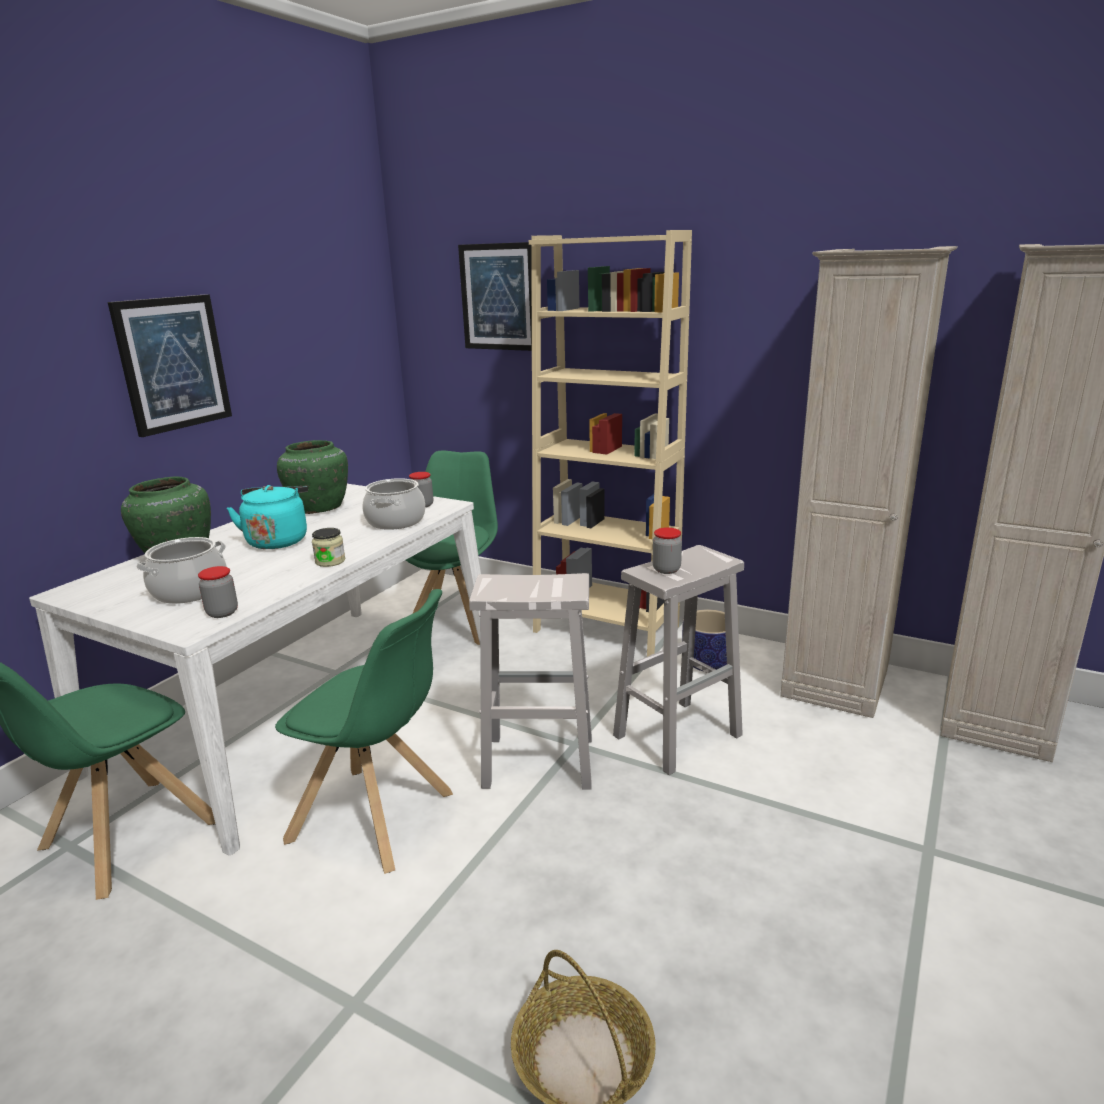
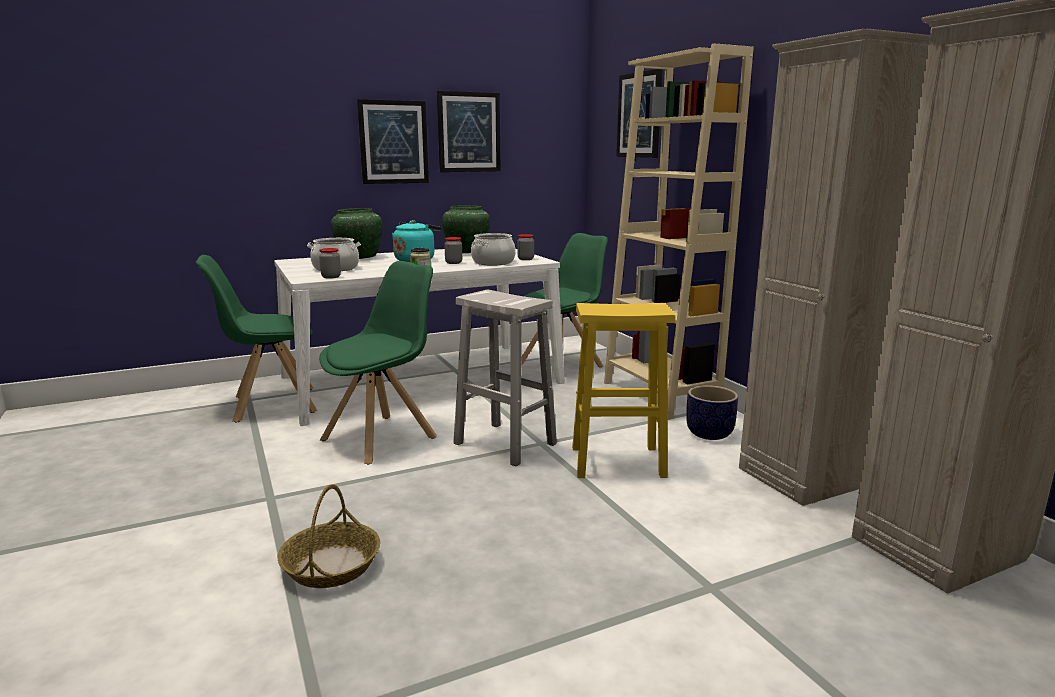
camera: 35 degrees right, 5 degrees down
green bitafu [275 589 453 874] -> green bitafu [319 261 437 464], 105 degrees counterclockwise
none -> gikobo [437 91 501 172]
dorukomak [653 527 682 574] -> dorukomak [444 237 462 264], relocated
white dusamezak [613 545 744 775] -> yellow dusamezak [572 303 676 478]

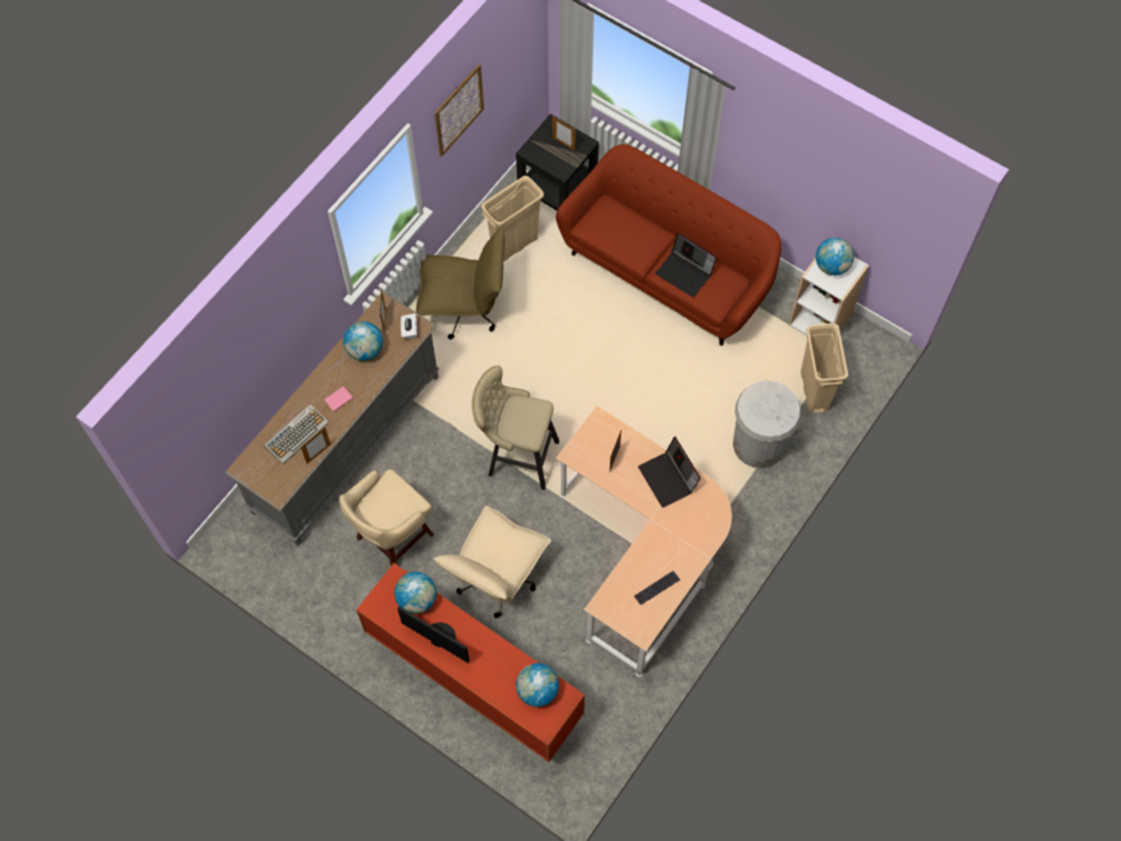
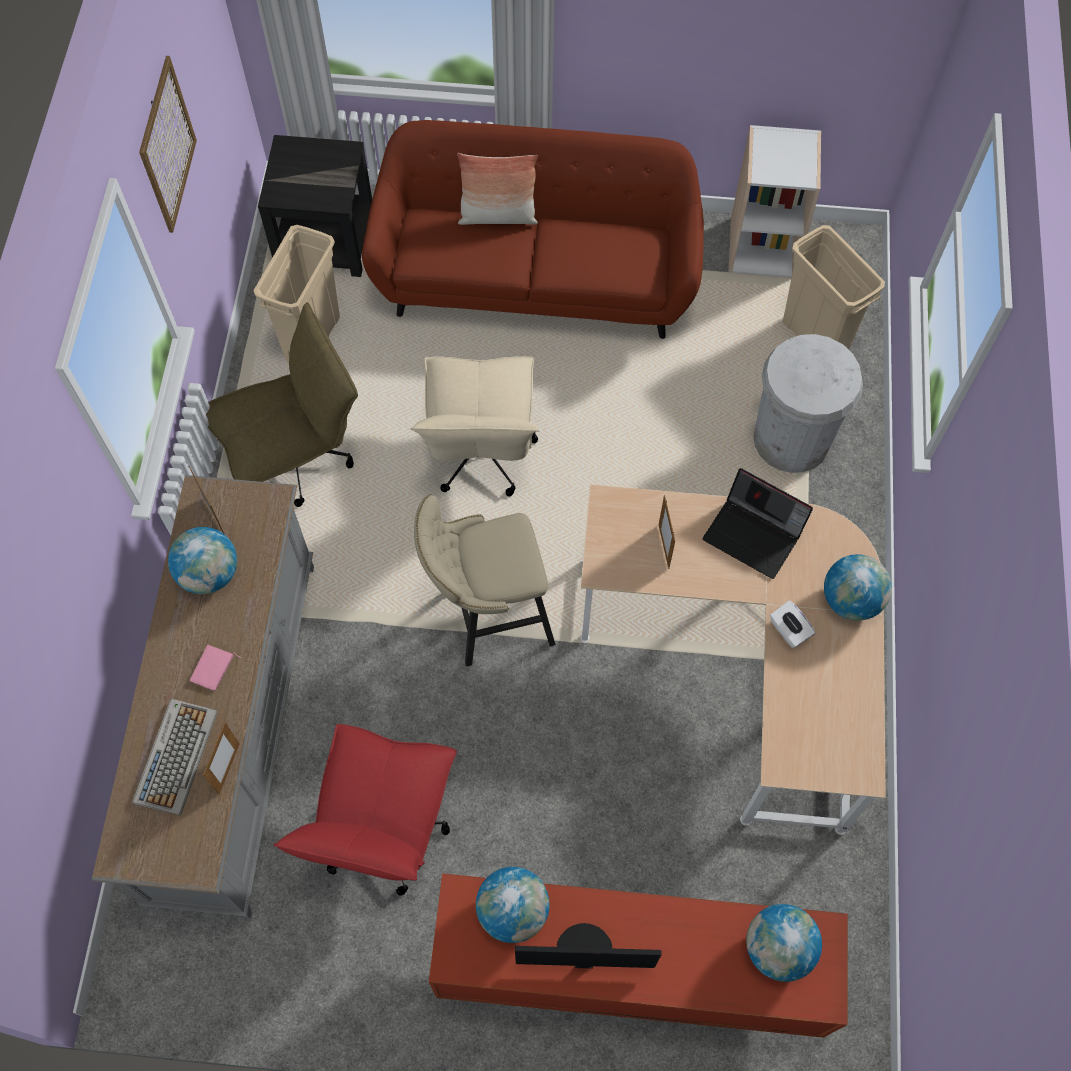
camera: 30 degrees left, 0 degrees up
beige dusamezak [339 469 434 565] -> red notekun [274 724 457 896]
beige notekun [432 506 551 618] -> beige notekun [411 356 540 496], relocated
none -> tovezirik [457 153 538 225]
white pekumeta [401 313 417 339] -> white pekumeta [770 600 816 648], relocated
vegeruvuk [816 237 854 276] -> vegeruvuk [824 554 892 621], relocated
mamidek [553 116 576 151] -> none
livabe [634 571 680 605] -> none
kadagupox [655 233 717 297] -> none

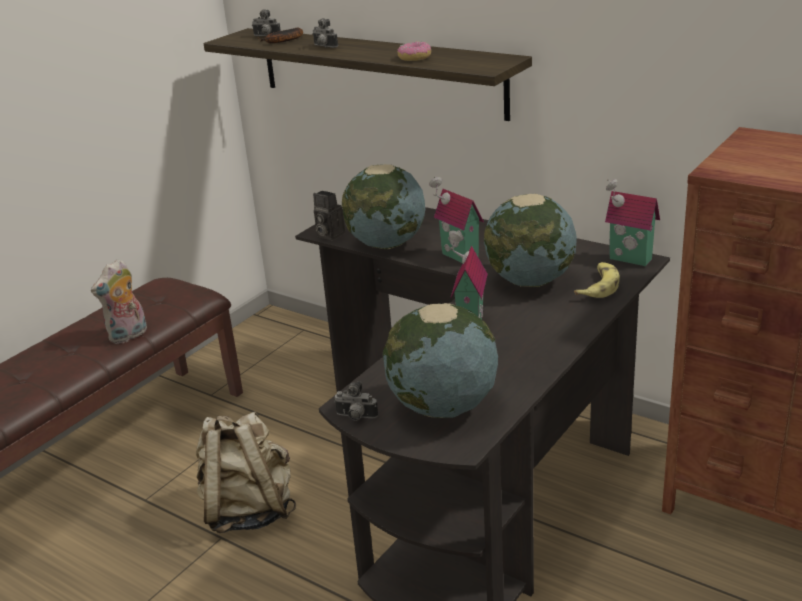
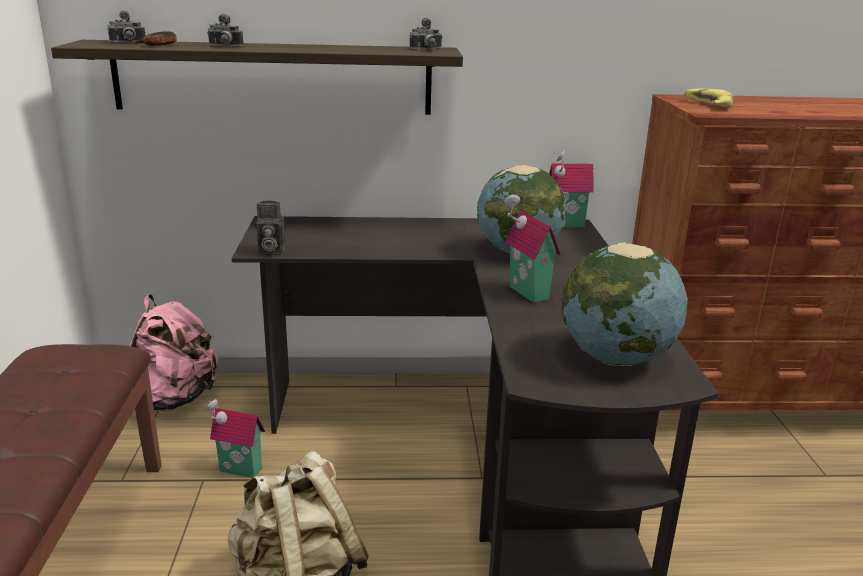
camera: 40 degrees left, 5 degrees down
none -> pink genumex [130 294 218 411]
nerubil [429 176 484 263] -> nerubil [205 399 265 478], relocated
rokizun [334 381 378 421] -> rokizun [410 18 443 50], relocated
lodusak [574 262 620 298] -> lodusak [684 89 733 107], relocated
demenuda [91 259 147 344] -> none
vegeruvuk [342 164 425 249] -> none
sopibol [397 41 431 61] -> none

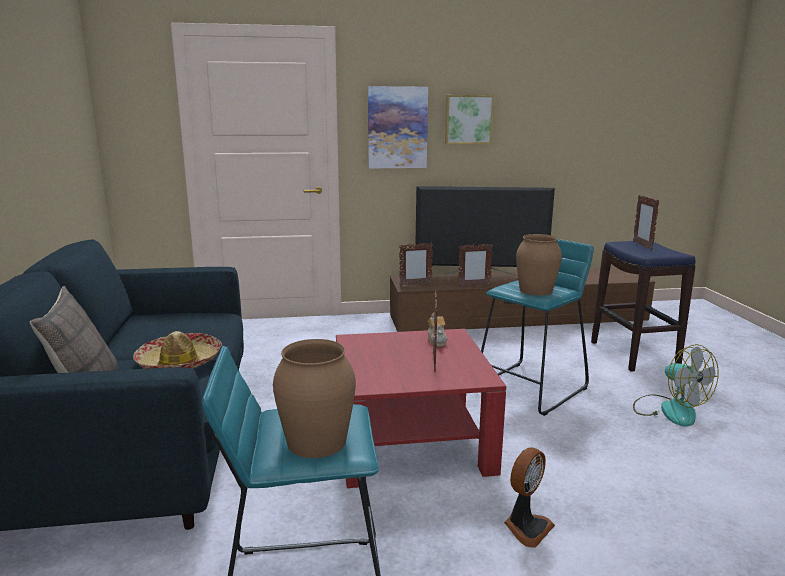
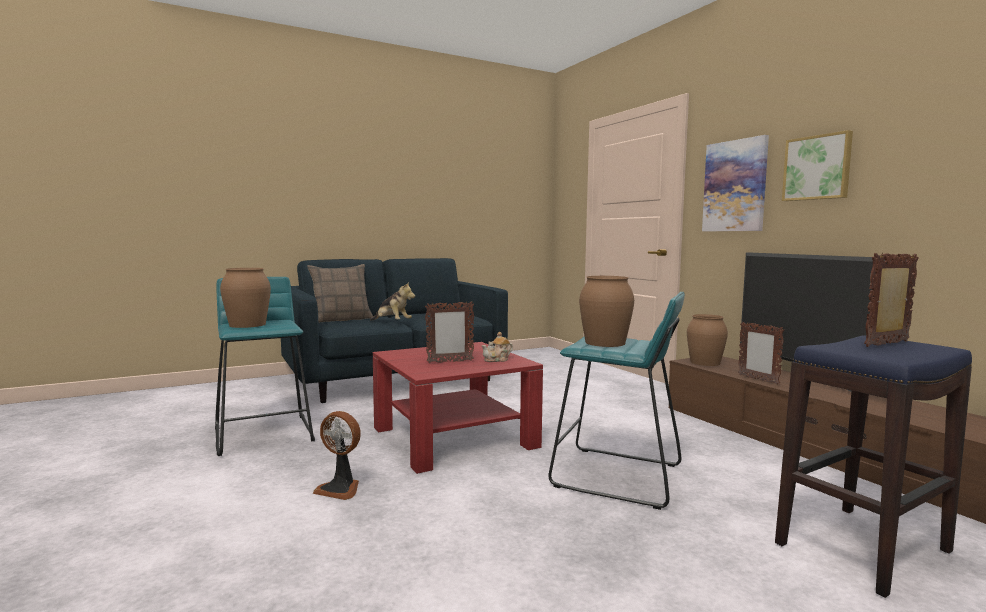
camera: 70 degrees right, 10 degrees down
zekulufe [133 331 222 369] -> demenuda [370 282 415 321]
mamidek [399 243 433 286] -> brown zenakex [687 314 728 366]
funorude [633 344 719 427] -> none

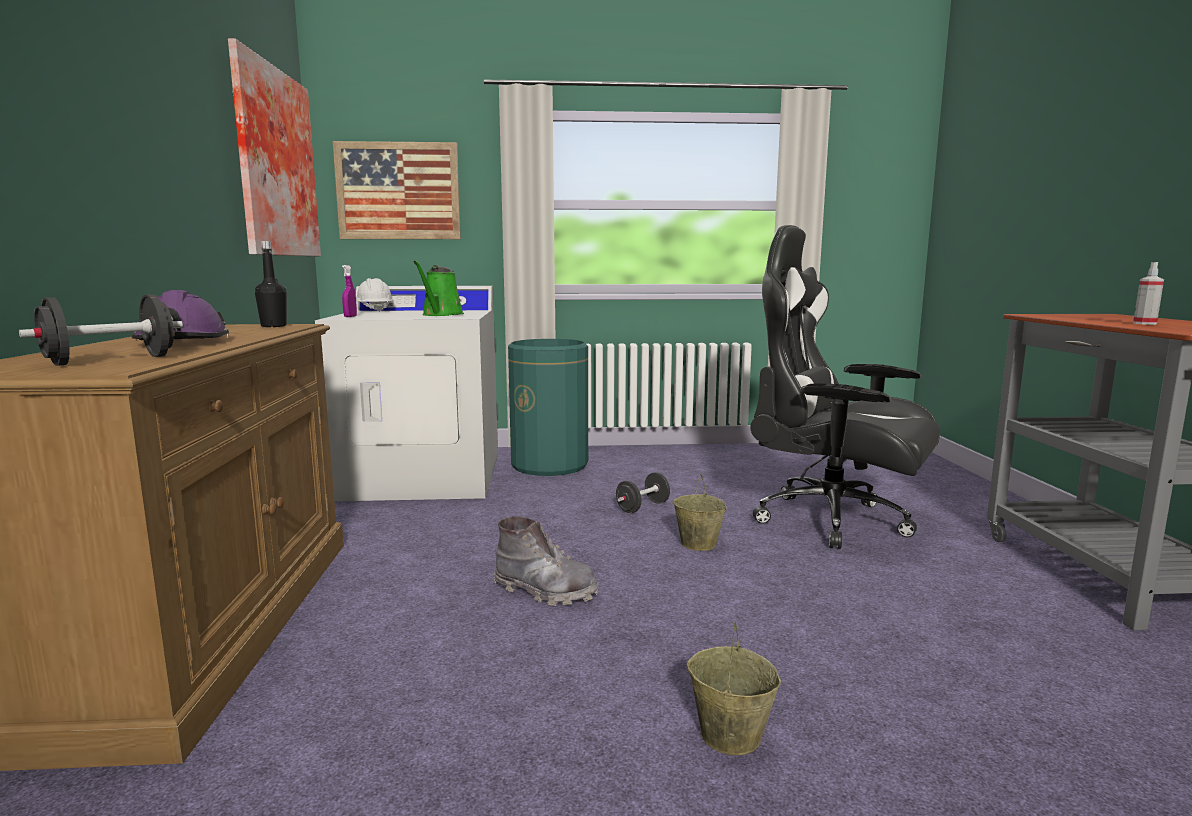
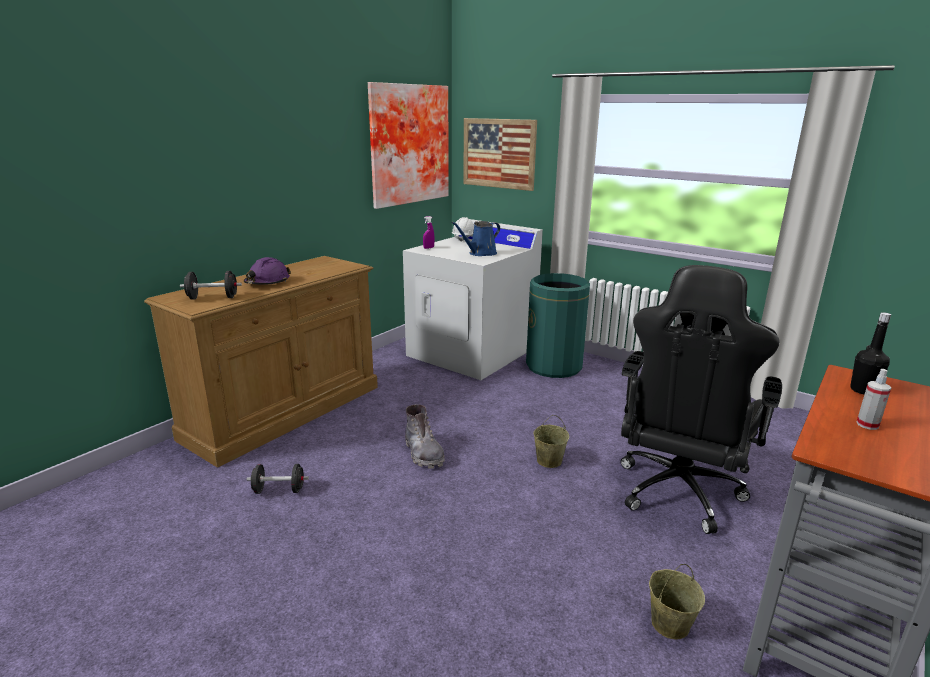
camera: 40 degrees right, 10 degrees up
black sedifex [616 472 670 513] -> black sedifex [247 464 309 494], relocated
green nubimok [413 261 464 316] -> blue nubimok [452 221 500 256]
black notekun [750 225 940 549] -> black notekun [620 265 782 534], 135 degrees counterclockwise
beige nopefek [687 622 781 755] -> beige nopefek [649 564 705 639], relocated
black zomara [255 241 287 327] -> black zomara [850 312 891 394], relocated

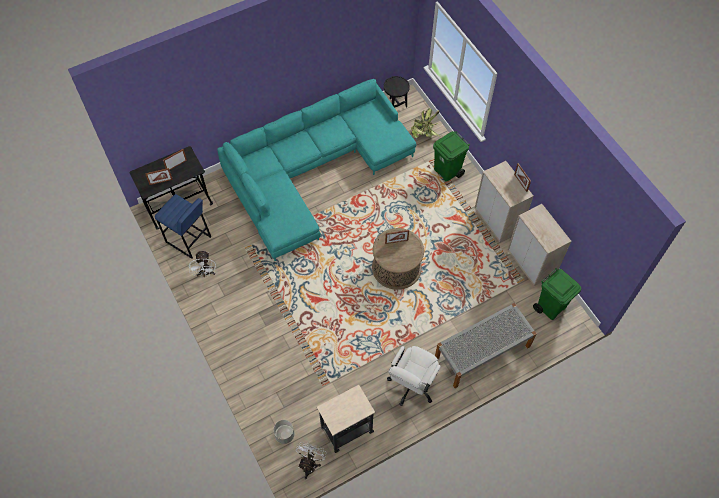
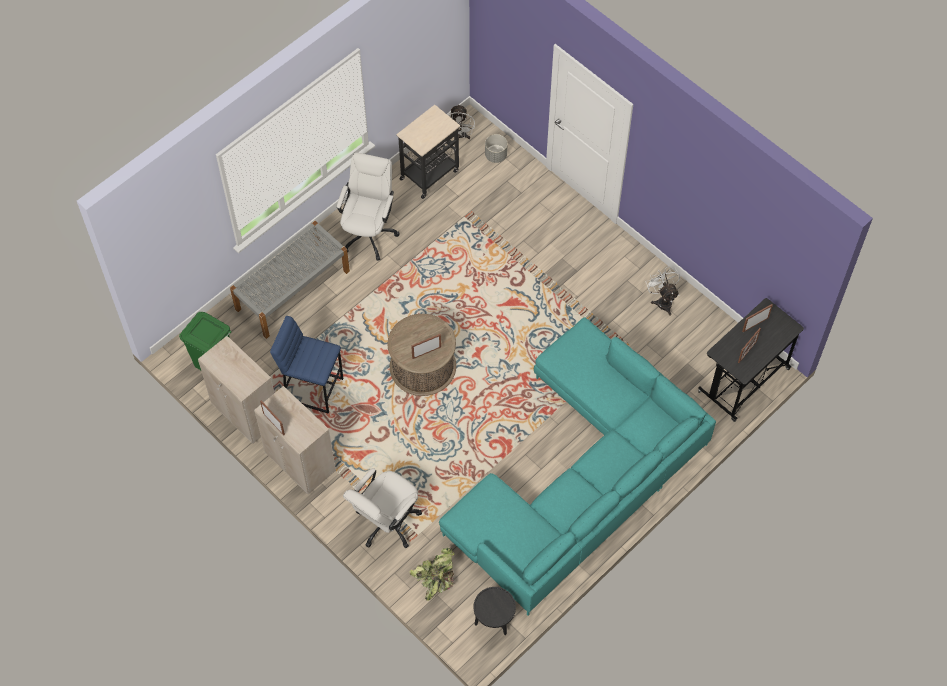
camera: 165 degrees right, 0 degrees up
blue dusamezak [155 194 211 259] -> blue dusamezak [270 316 343 414], relocated
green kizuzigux [433 131 470 182] -> white notekun [343 468 422 548]

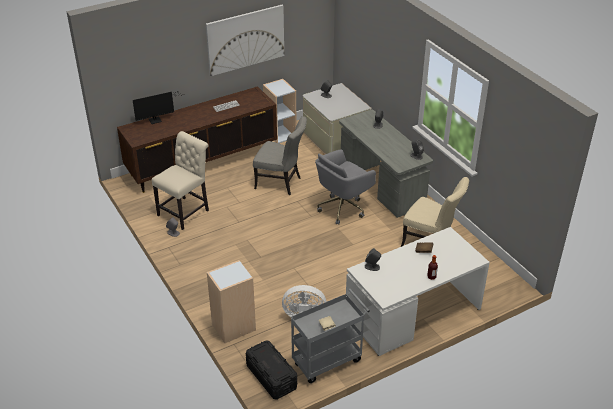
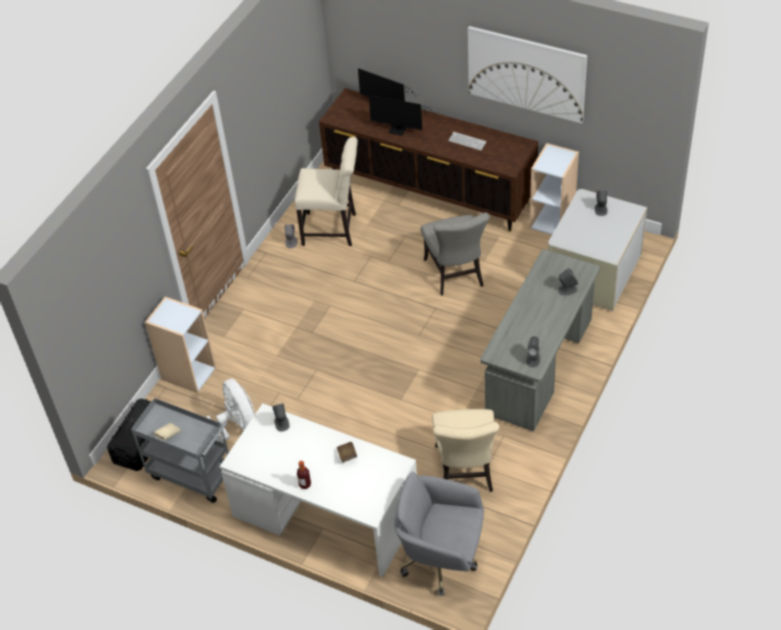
camera: 60 degrees right, 10 degrees up
none -> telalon [369 95 433 136]
grey notekun [315 149 376 225] -> grey notekun [395 472 484 596], relocated

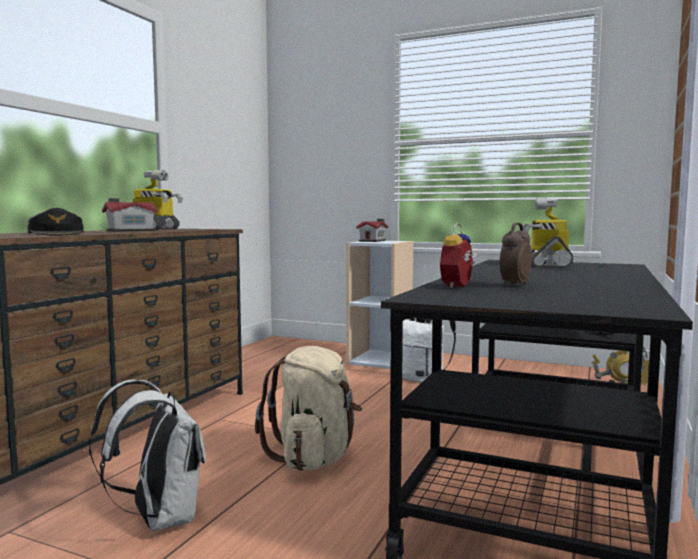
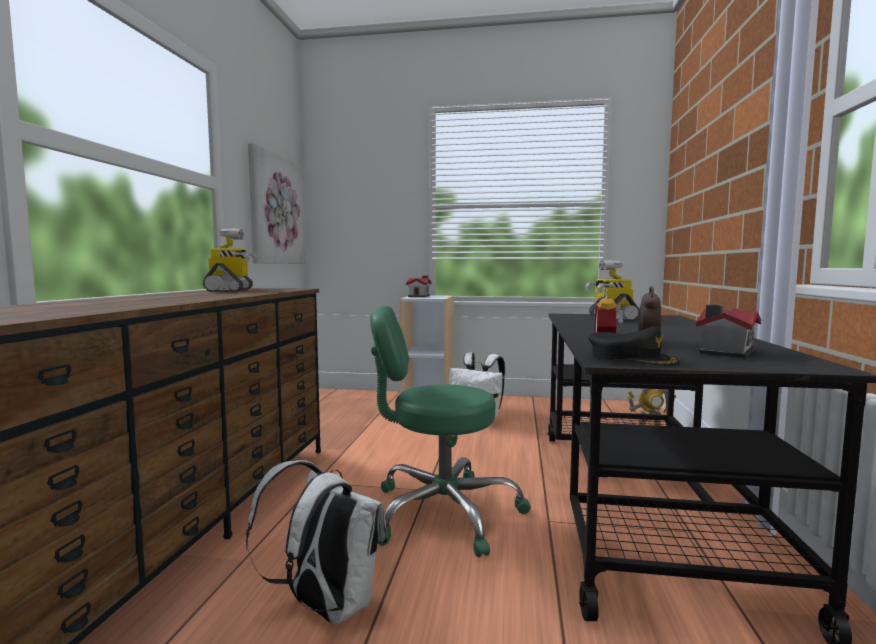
camera: 15 degrees left, 0 degrees up
none -> gikobo [248 143 306 264]
beige genumex [255 346 362 471] -> green notekun [370 306 531 557]
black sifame [27 208 84 235] -> black sifame [588 327 680 366], relocated
nerubil [102 198 158 232] -> nerubil [696 305 761 358], relocated

